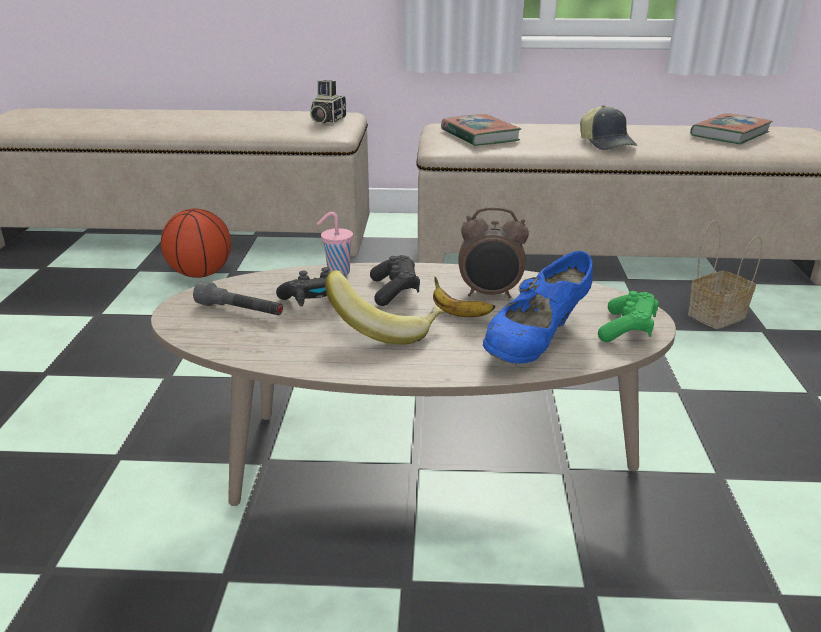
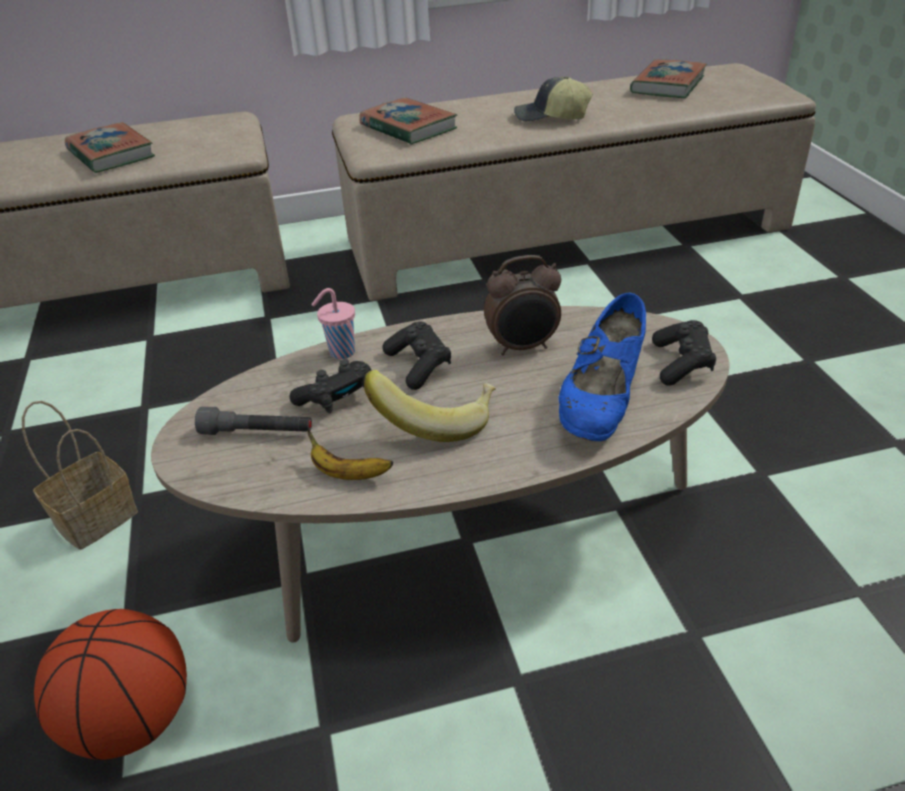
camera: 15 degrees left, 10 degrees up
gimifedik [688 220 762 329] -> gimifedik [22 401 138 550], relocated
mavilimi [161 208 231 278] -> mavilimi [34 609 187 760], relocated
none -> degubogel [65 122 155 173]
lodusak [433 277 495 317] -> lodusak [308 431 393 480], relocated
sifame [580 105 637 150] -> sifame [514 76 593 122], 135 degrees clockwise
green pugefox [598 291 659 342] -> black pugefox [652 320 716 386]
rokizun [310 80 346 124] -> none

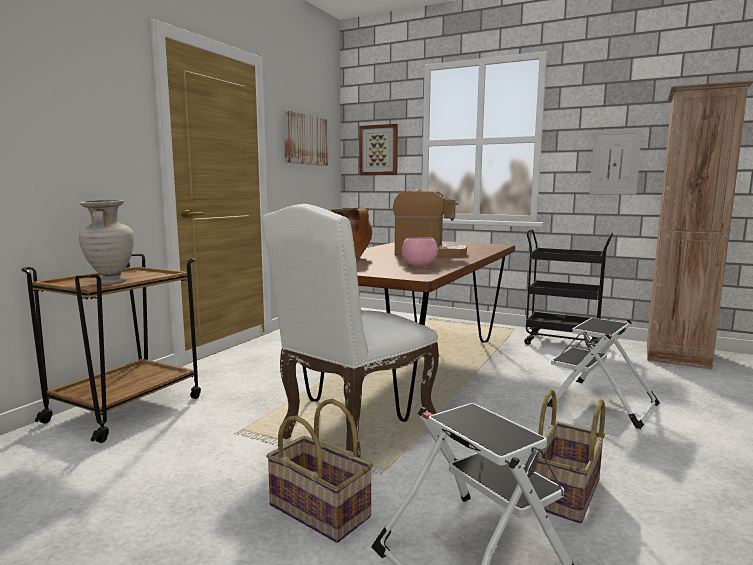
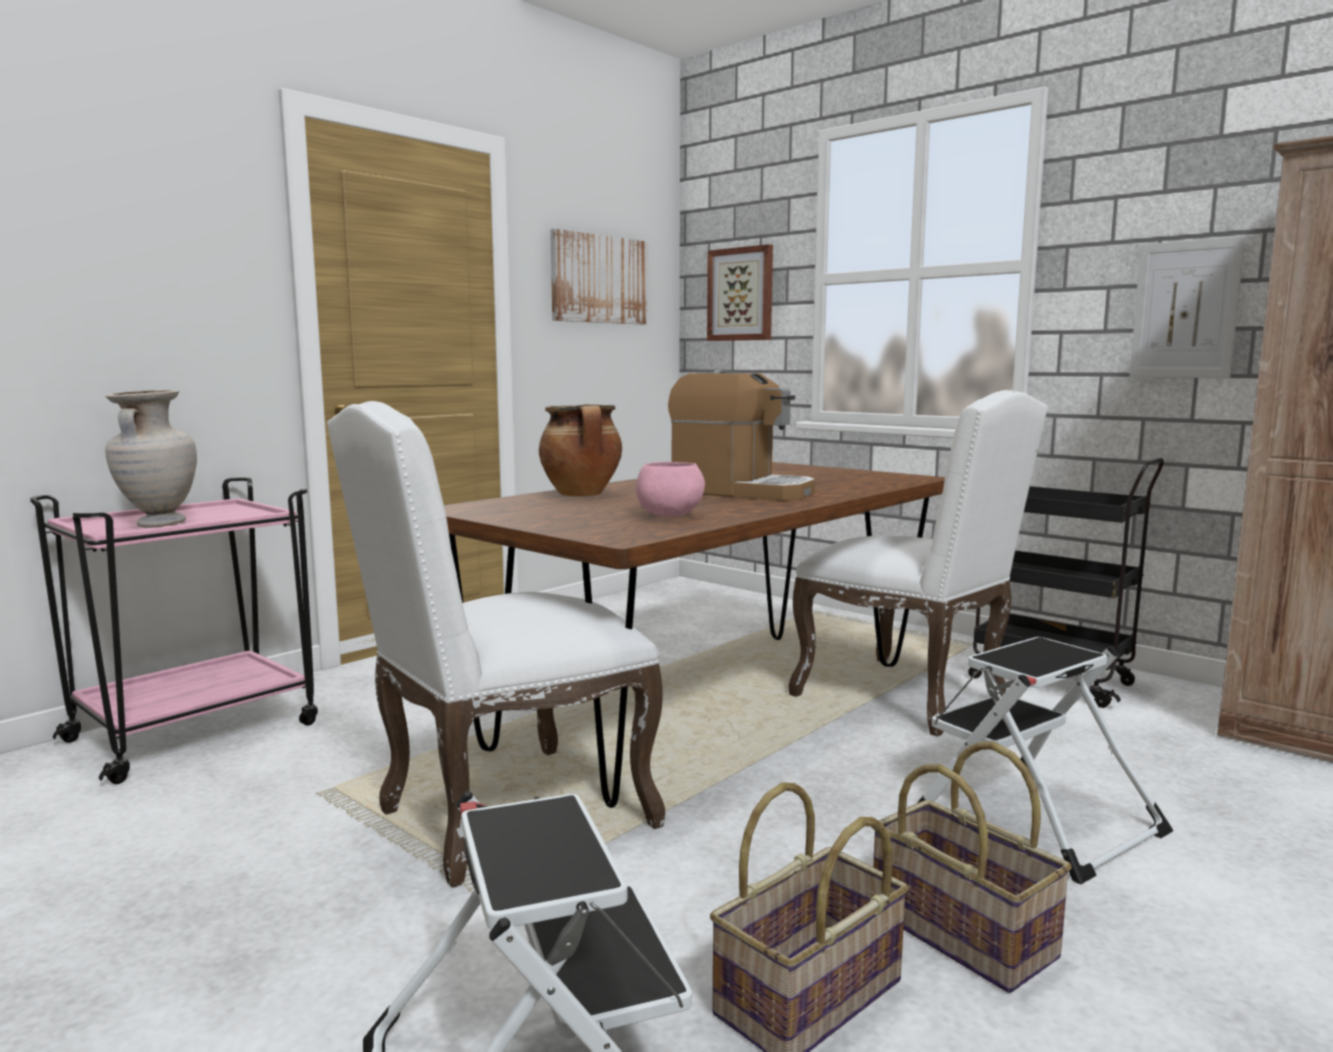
camera: 15 degrees right, 0 degrees up
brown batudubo [21 254 201 443] -> pink batudubo [30 477 318 784]
none -> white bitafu [789 390 1048 736]
gimifedik [266 399 373 543] -> gimifedik [873 741 1072 993], relocated

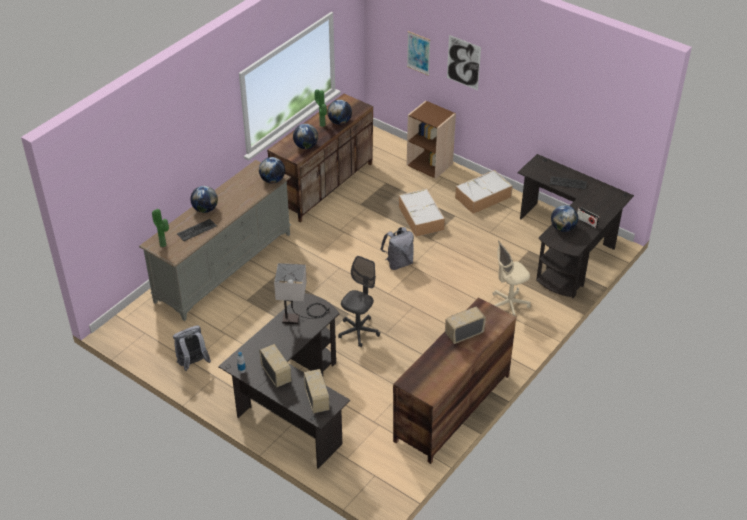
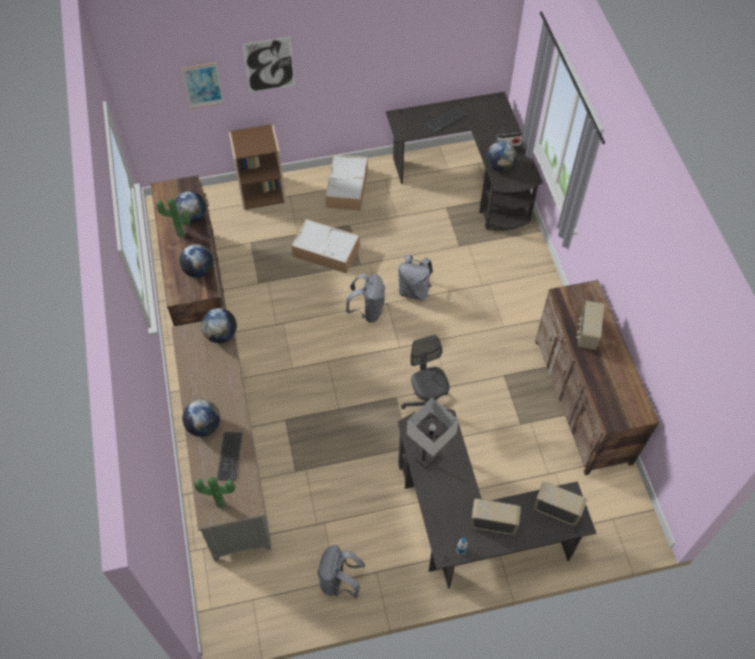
camera: 50 degrees left, 15 degrees up
none -> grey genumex [398 255 433 300]
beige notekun [492 241 531 316] -> none

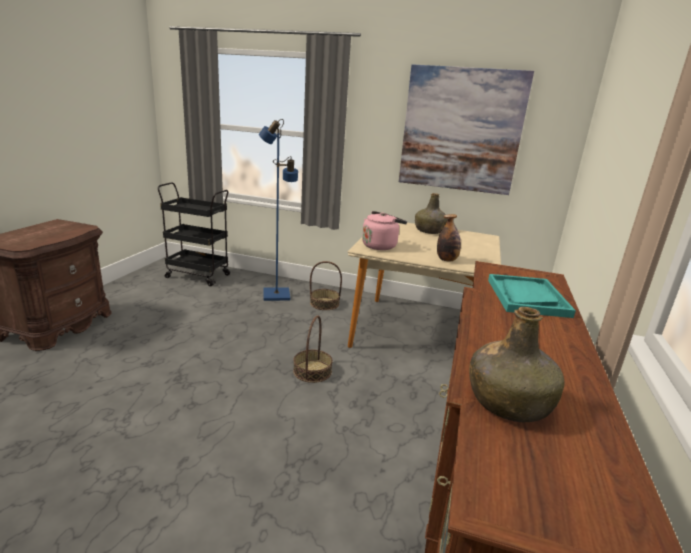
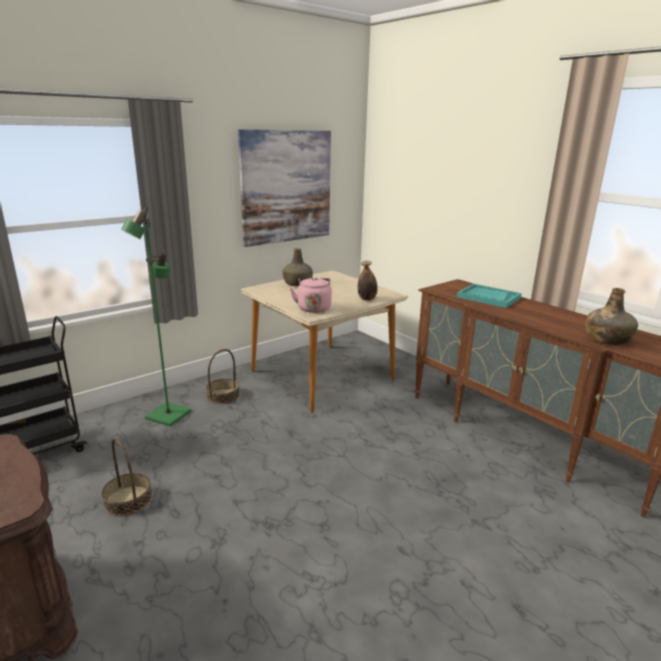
camera: 55 degrees left, 0 degrees up
gimifedik [293 315 333 383] -> gimifedik [102 438 152 516], relocated
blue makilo [259 119 298 301] -> green makilo [121 206 191 427]

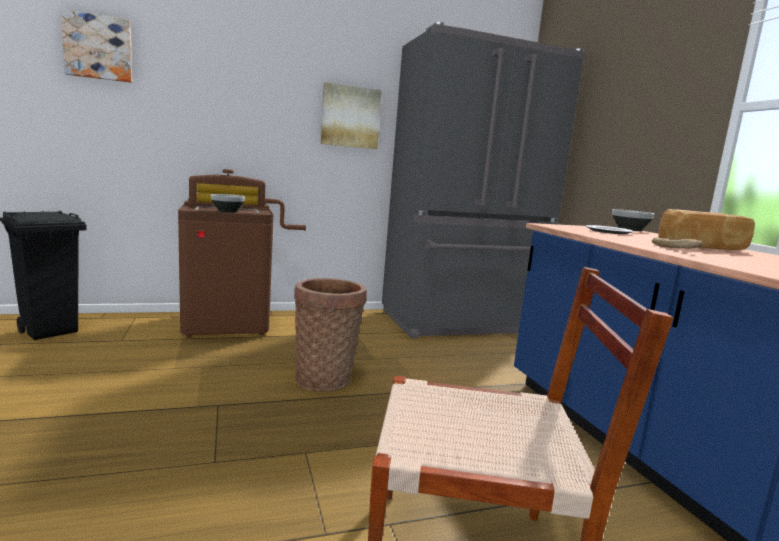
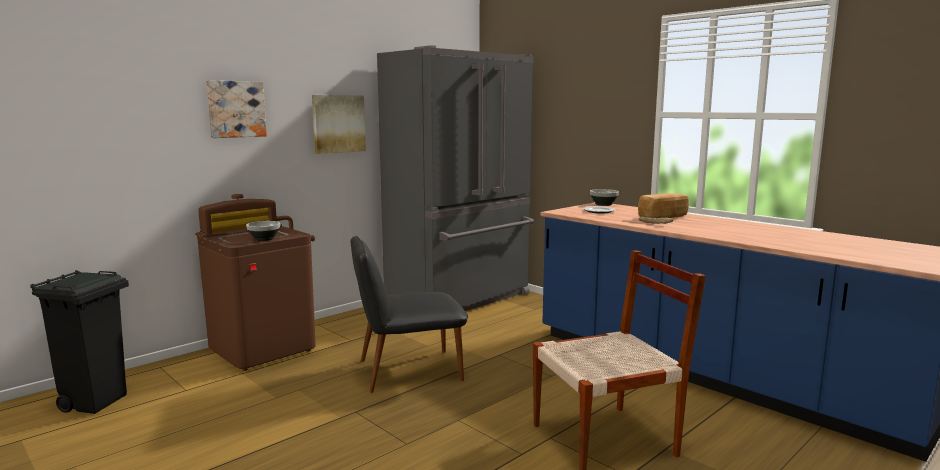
camera: 25 degrees left, 0 degrees up
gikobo [61 9 132 83] -> gikobo [206 80 267 138], relocated
gimifedik [294 278 367 392] -> black bitafu [350 236 468 393]

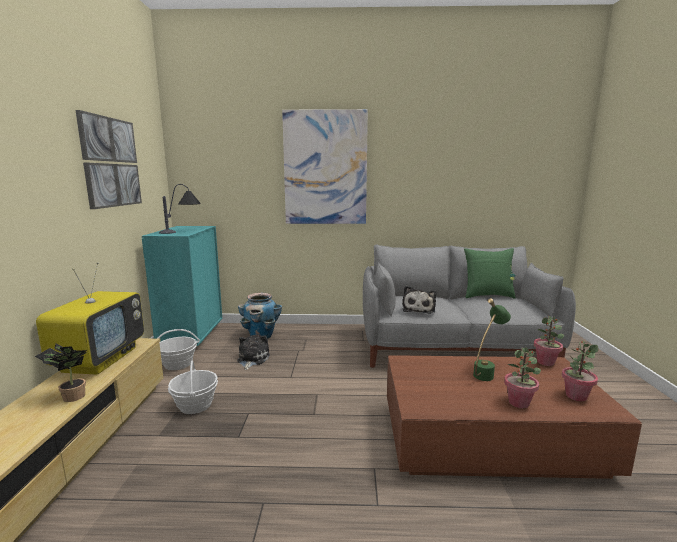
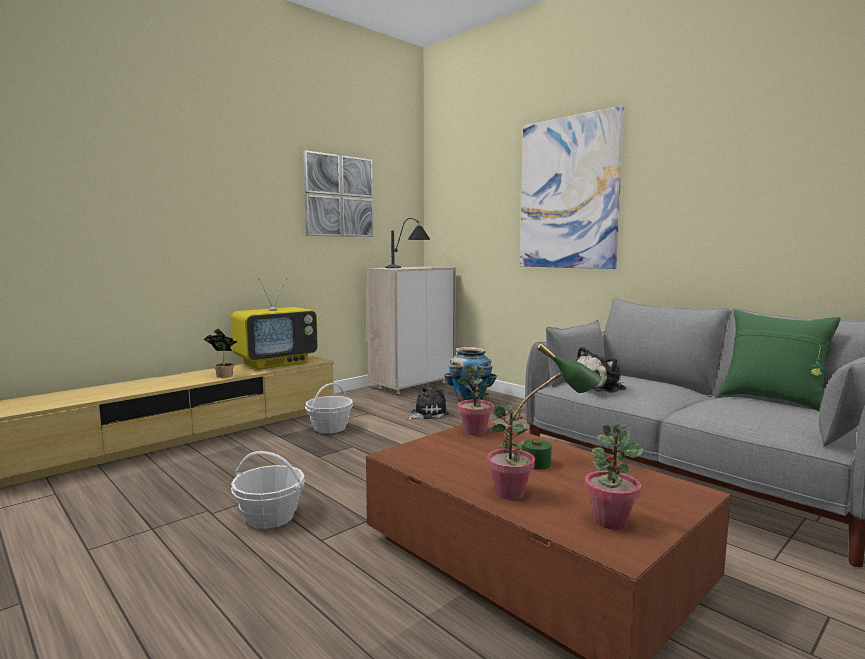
camera: 45 degrees right, 5 degrees down
gimifedik [158 329 200 370] -> gimifedik [231 451 305 529], relocated
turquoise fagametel [142 226 222 346] -> beige fagametel [366 266 456 394]
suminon [534 316 564 366] -> suminon [458 365 494 435], relocated

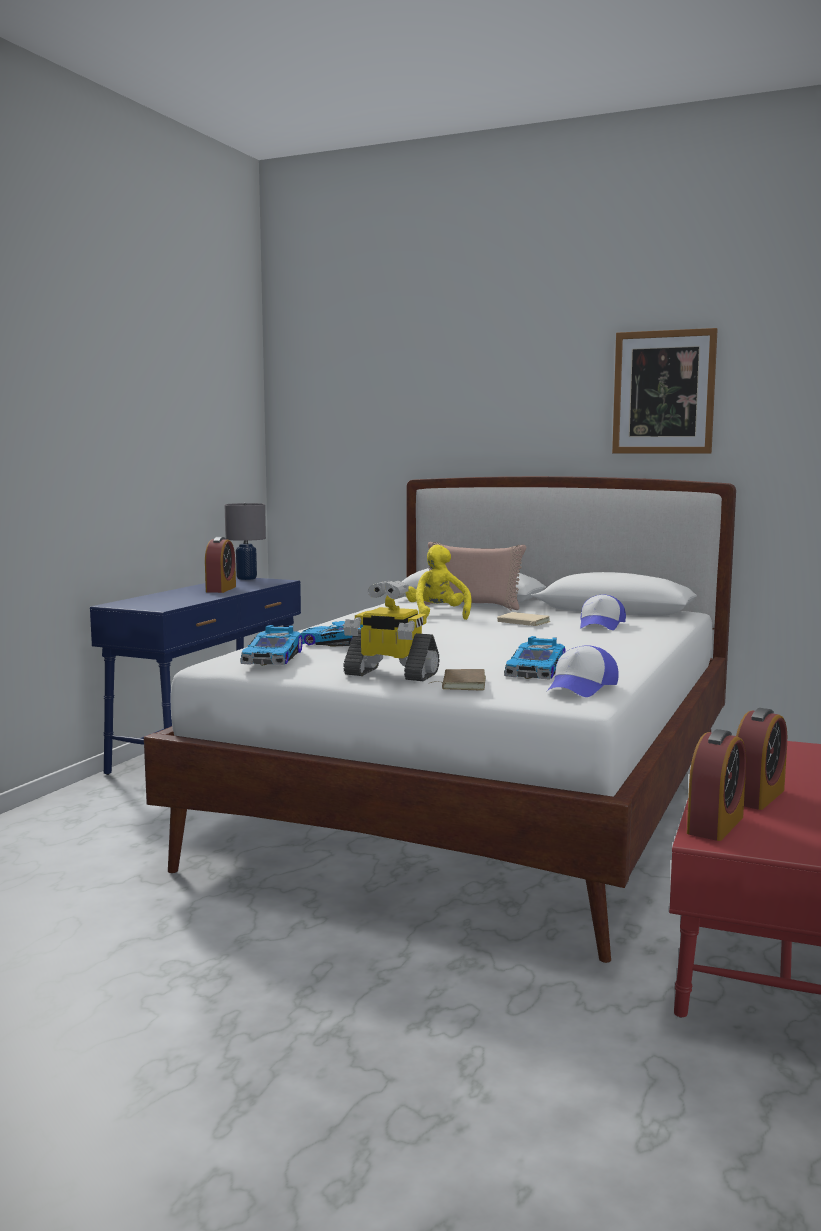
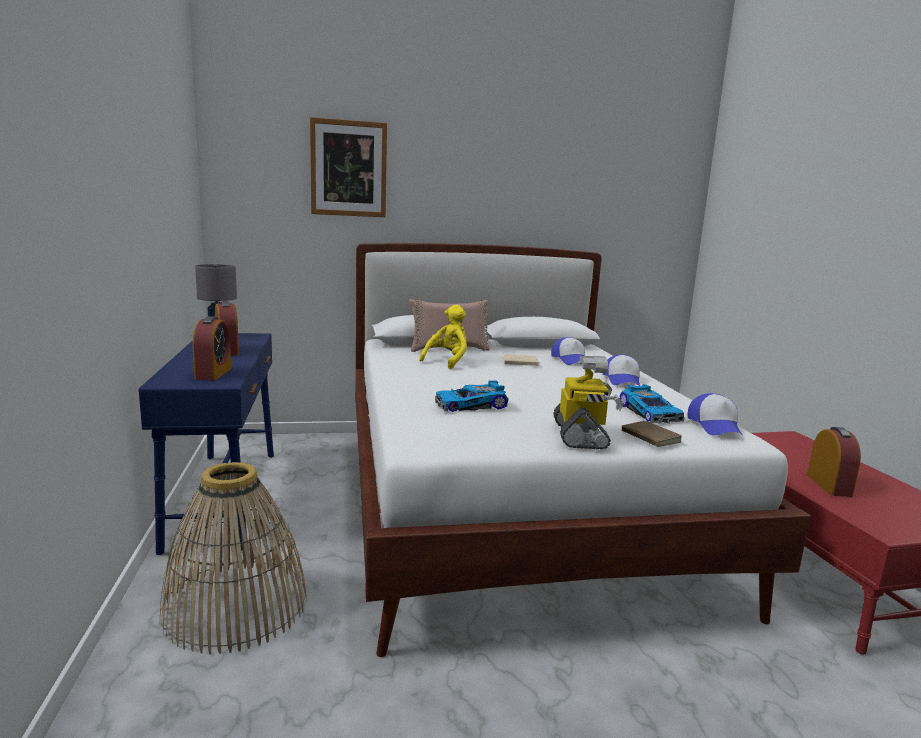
camera: 35 degrees left, 5 degrees up
none -> gimifedik [160 462 307 655]
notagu [687 729 746 841] -> notagu [193 316 231 381], relocated
gikobo [612 328 718 454] -> gikobo [310 117 387 217], relocated
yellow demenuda [405 545 472 620] -> yellow demenuda [419 305 467 369], 75 degrees clockwise
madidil [343 580 439 682] -> madidil [553 356 623 450], 75 degrees counterclockwise
none -> sifame [603 354 640 386]
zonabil [240 625 303 666] -> none

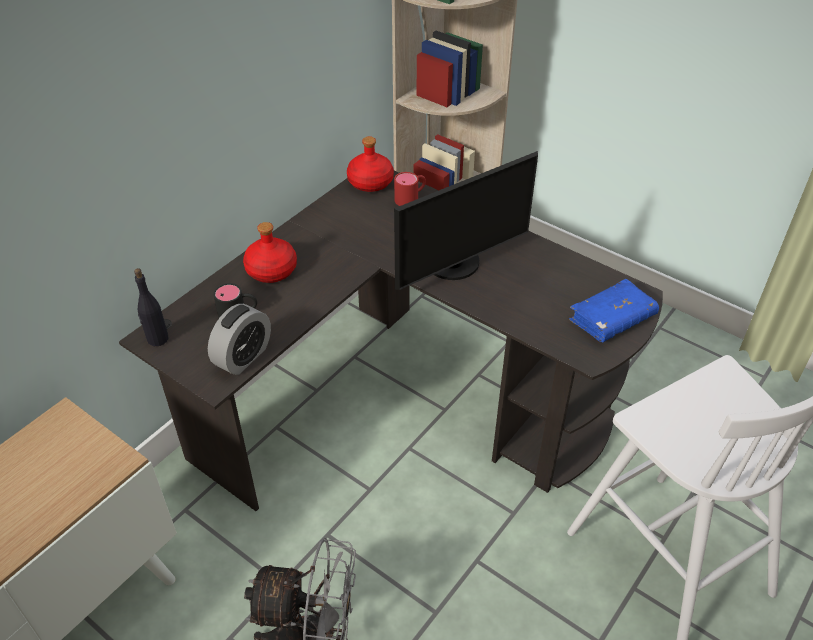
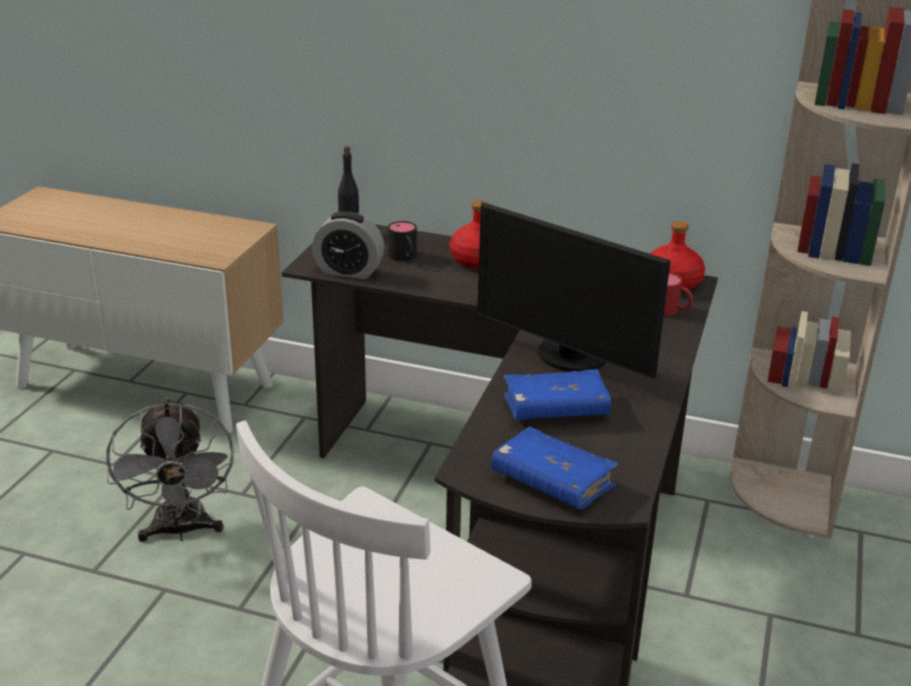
camera: 70 degrees right, 15 degrees down
none -> blue degubogel [504 369 611 420]

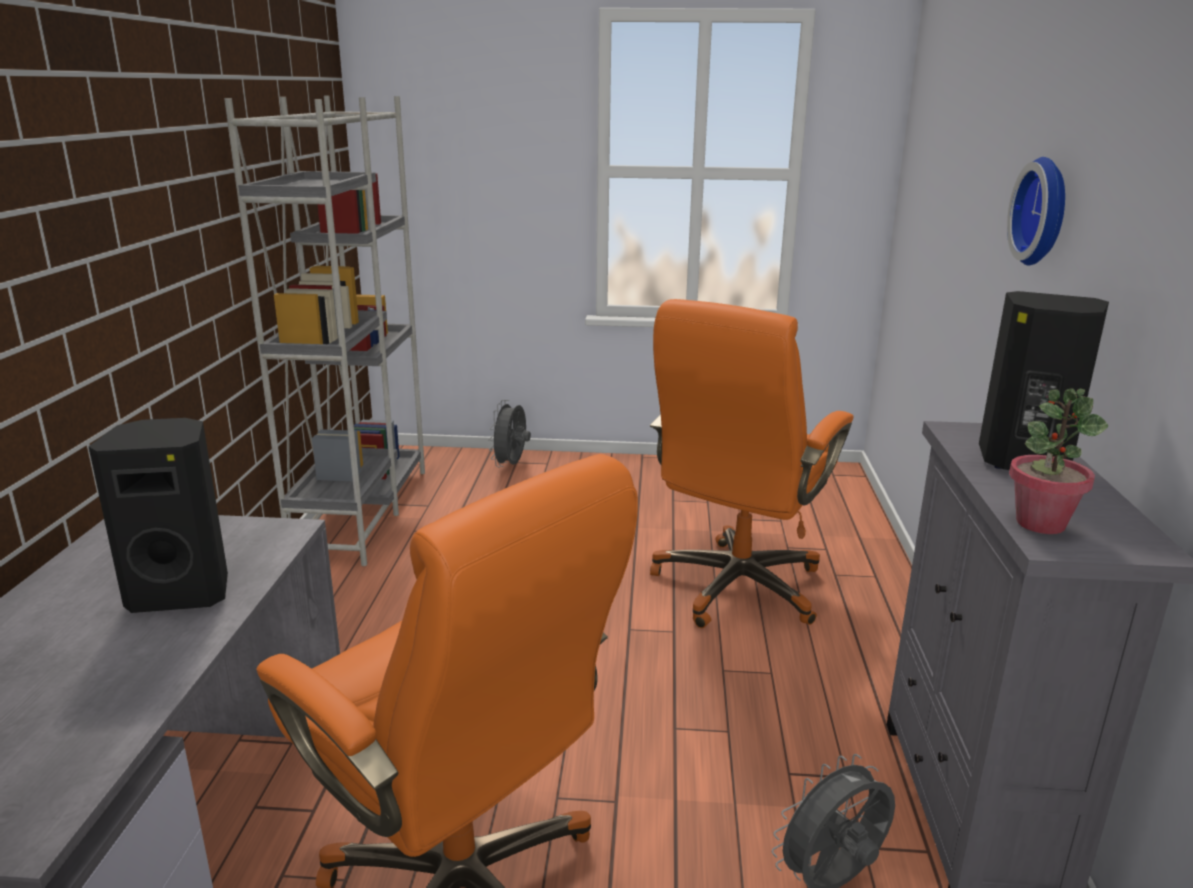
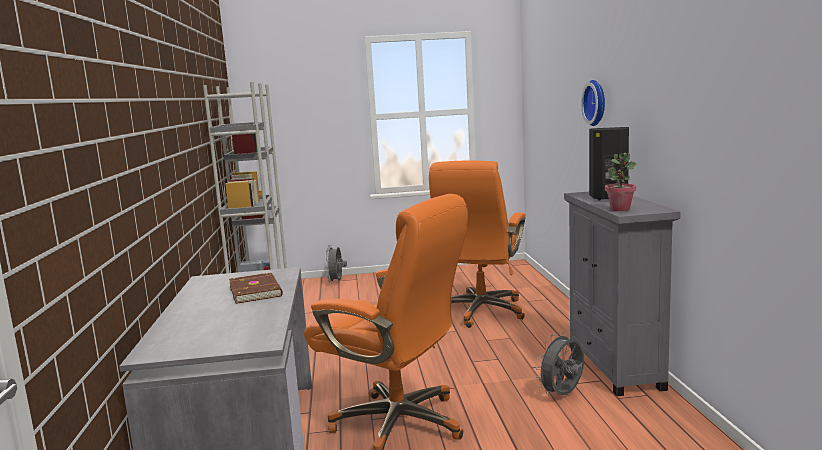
camera: 10 degrees left, 10 degrees down
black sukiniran [88 418 228 613] -> brown degubogel [229 273 283 304]

